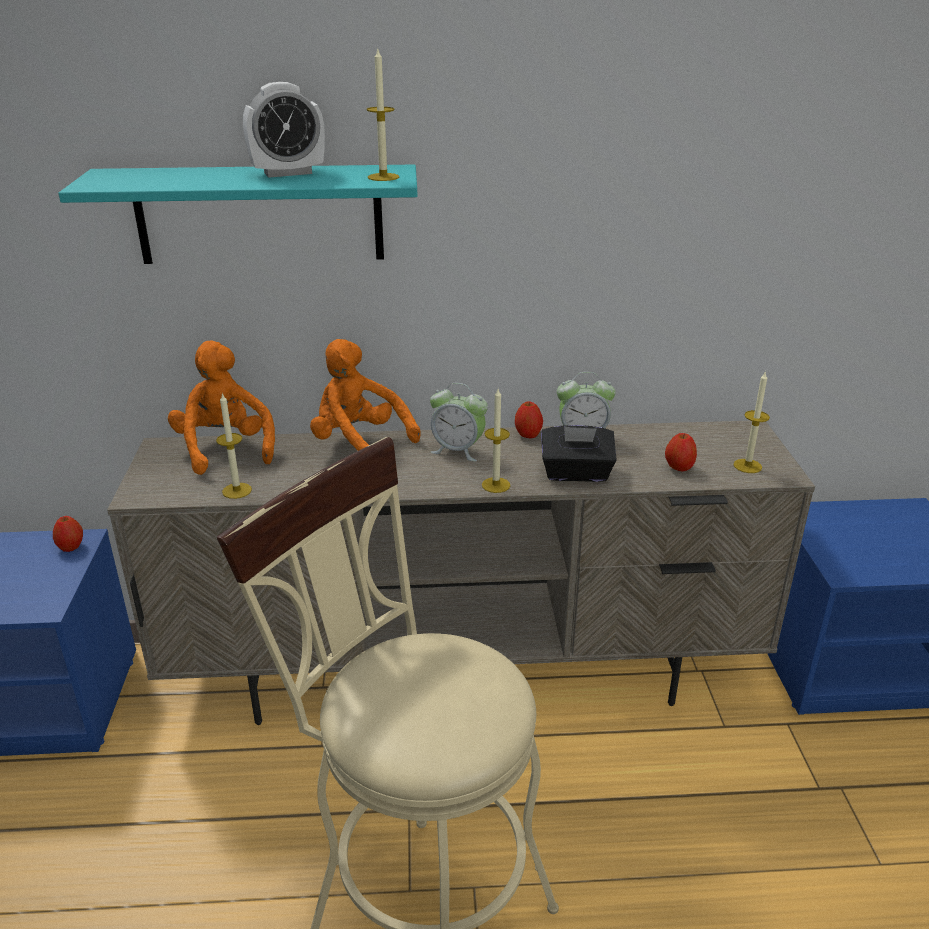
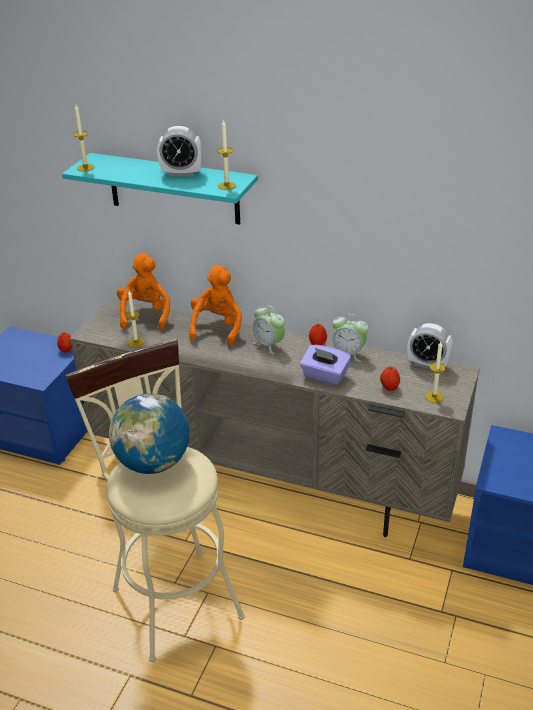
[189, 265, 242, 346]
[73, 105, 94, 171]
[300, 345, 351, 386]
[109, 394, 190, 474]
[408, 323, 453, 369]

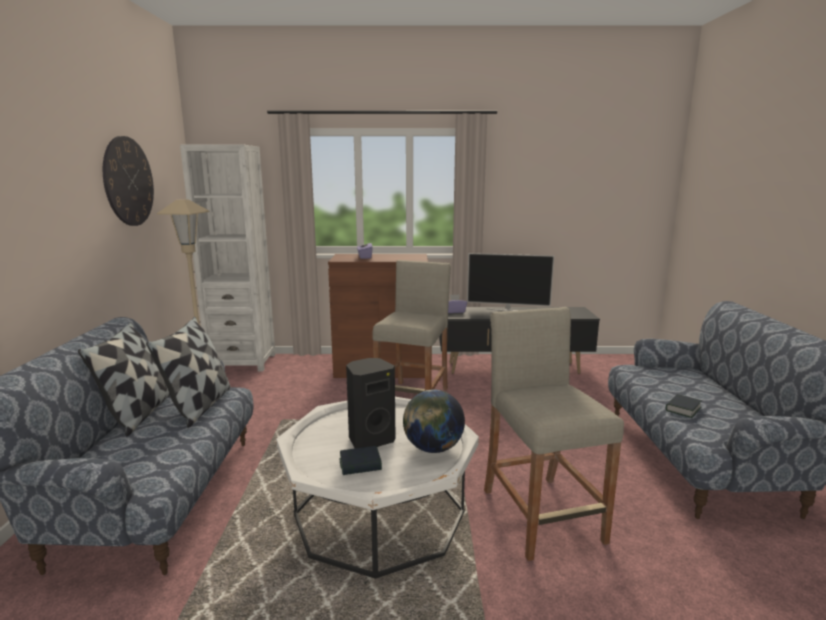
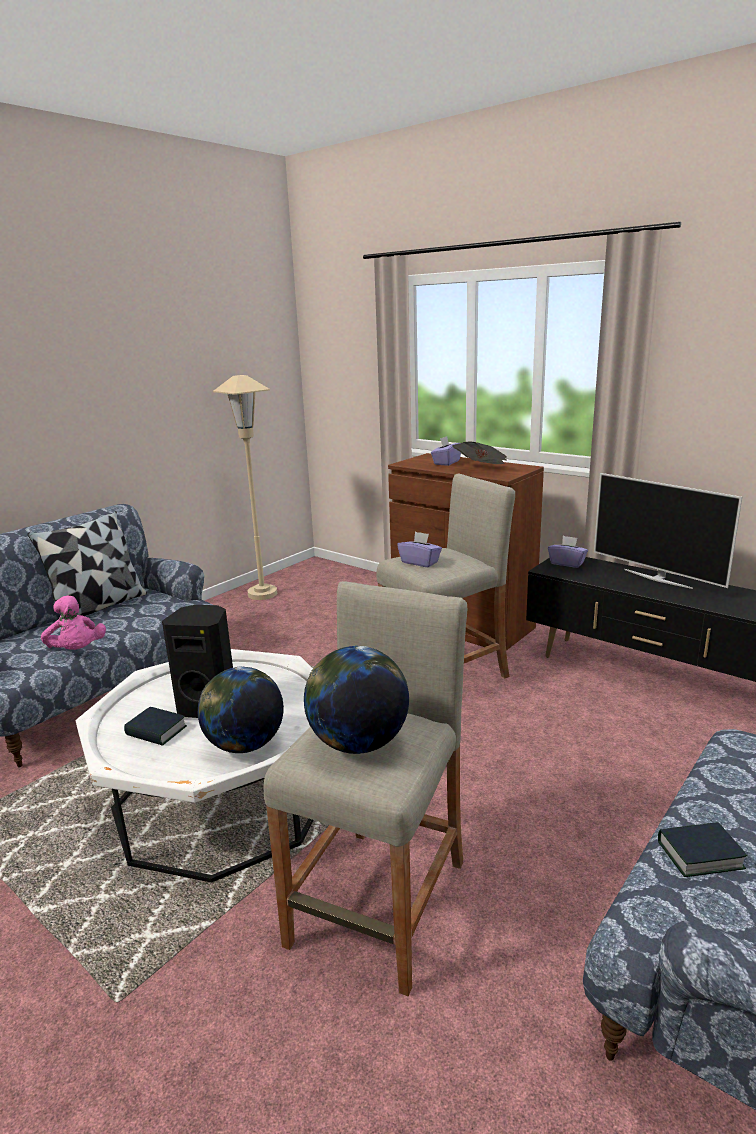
[103, 136, 154, 226] (first image)
[146, 317, 231, 428] (first image)
[180, 145, 276, 371] (first image)
[41, 596, 106, 650]
[304, 646, 409, 754]
[397, 531, 442, 567]
[452, 442, 507, 464]

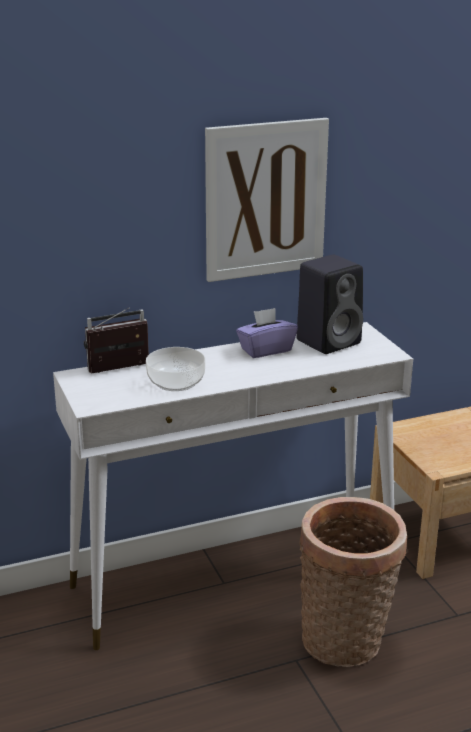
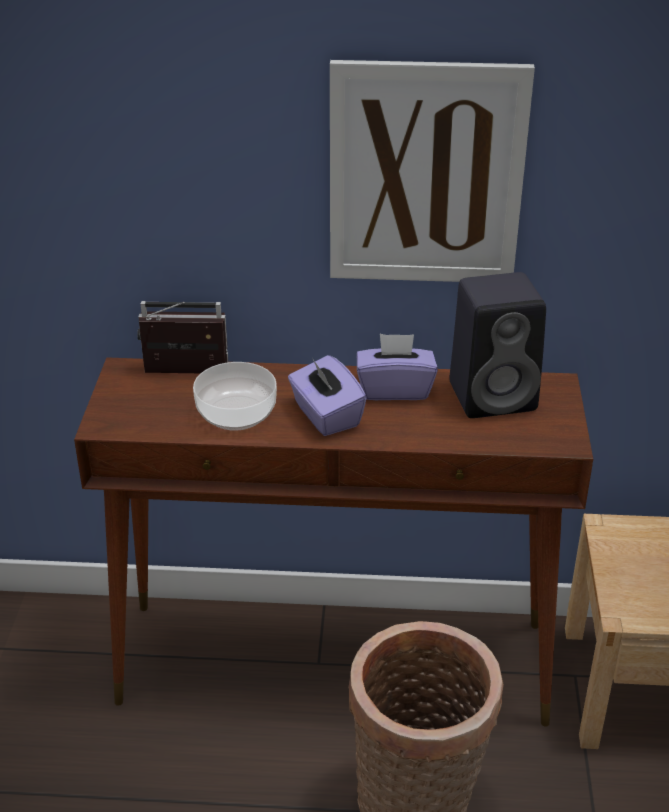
[74, 357, 593, 727]
[288, 355, 367, 436]

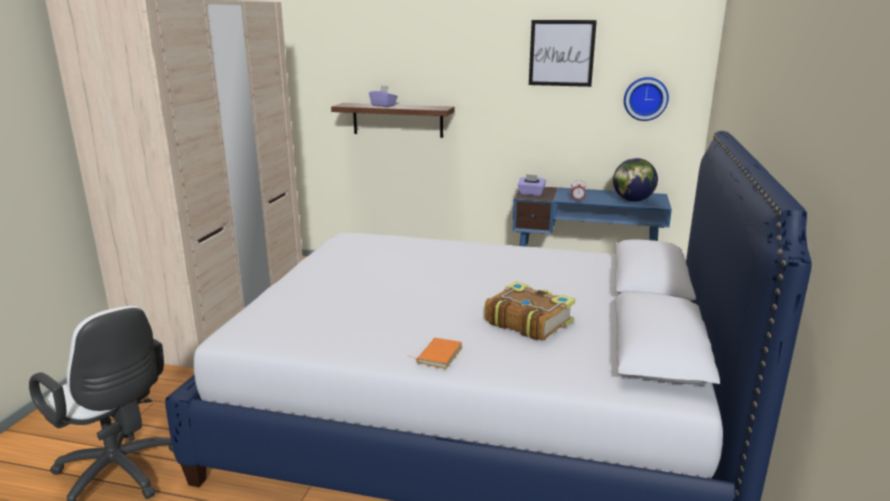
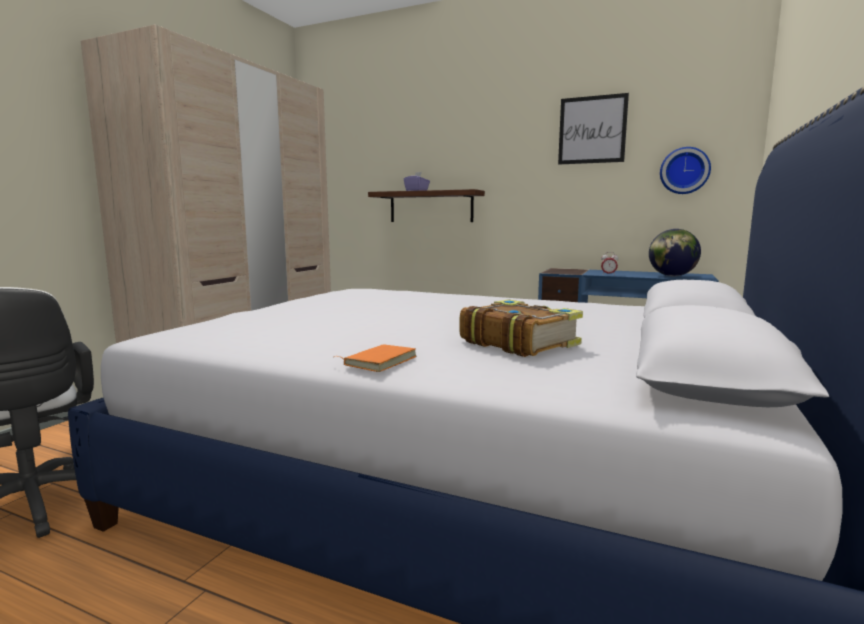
[518, 174, 546, 196] (first image)

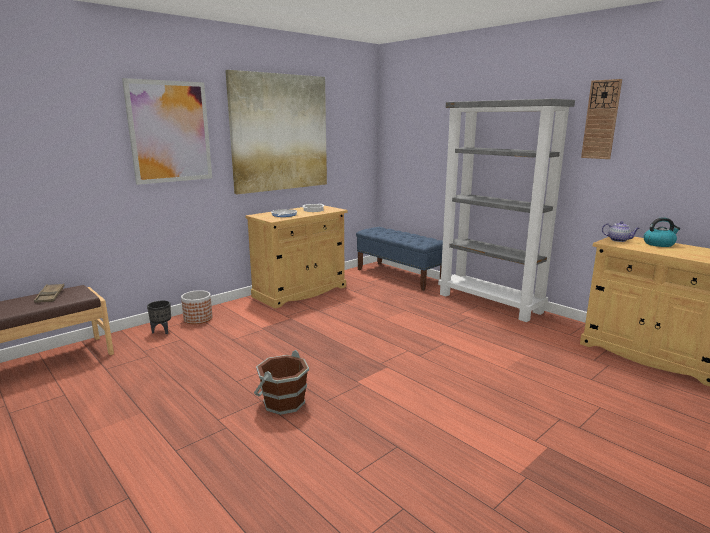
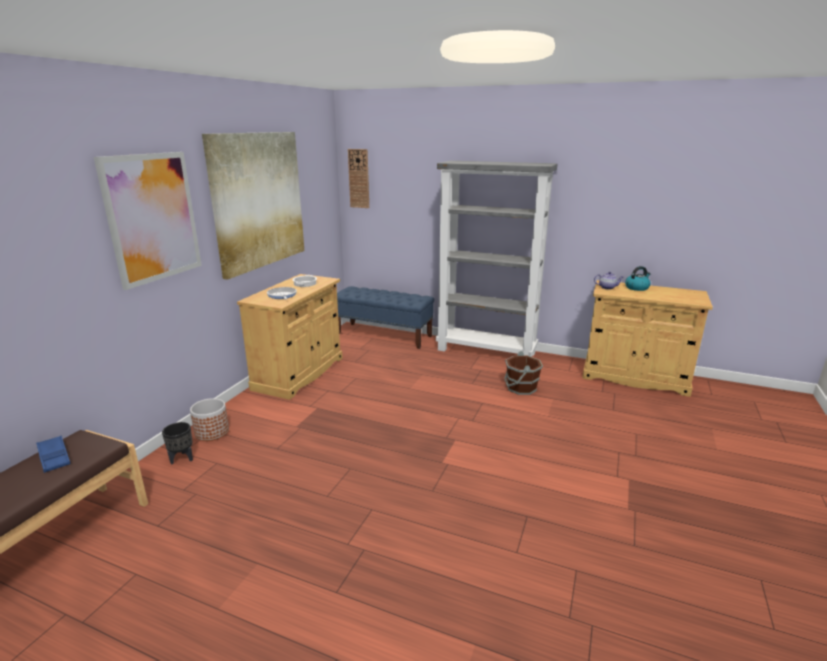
[36, 436, 70, 473]
[504, 351, 543, 395]
[348, 149, 369, 208]

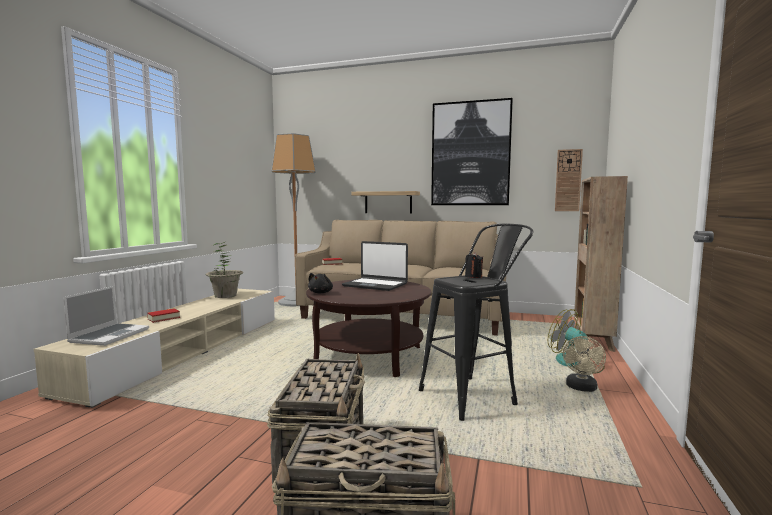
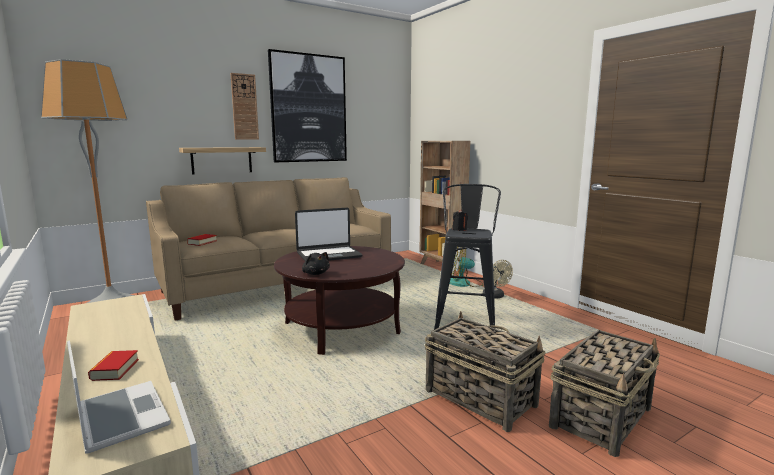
[206, 242, 243, 298] (first image)
[230, 73, 259, 140]

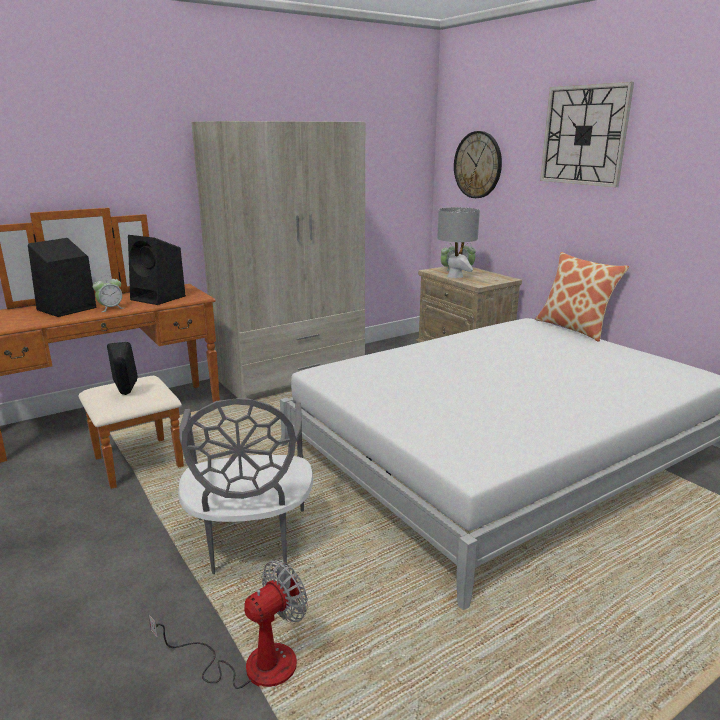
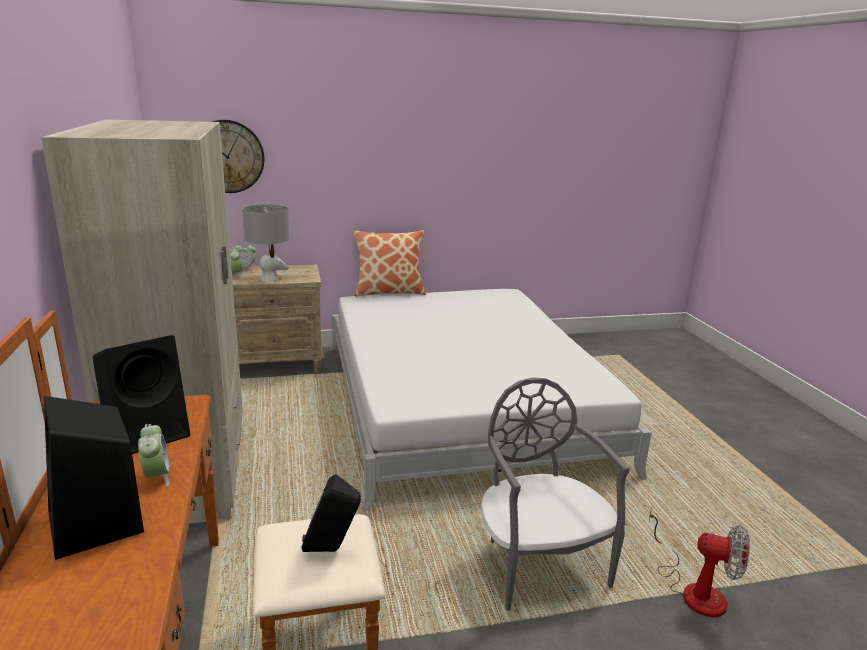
[649, 507, 750, 617]
[481, 377, 630, 611]
[540, 82, 634, 187] (first image)

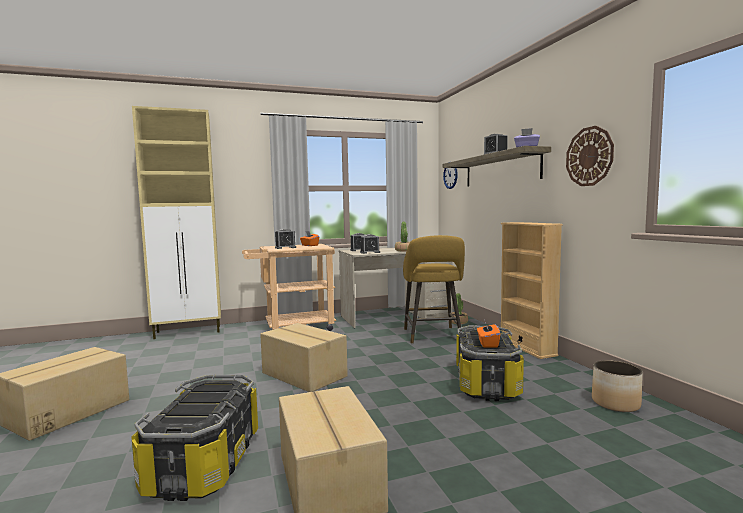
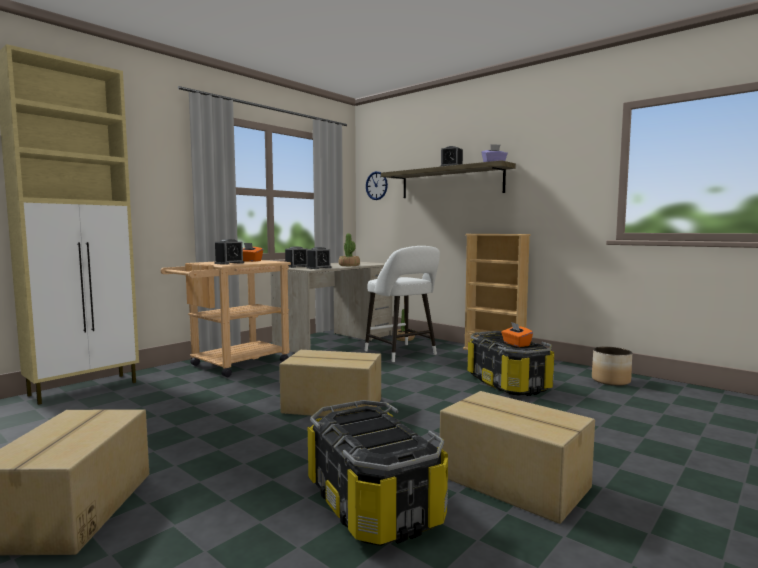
[365, 246, 440, 363]
[566, 126, 614, 186] (first image)

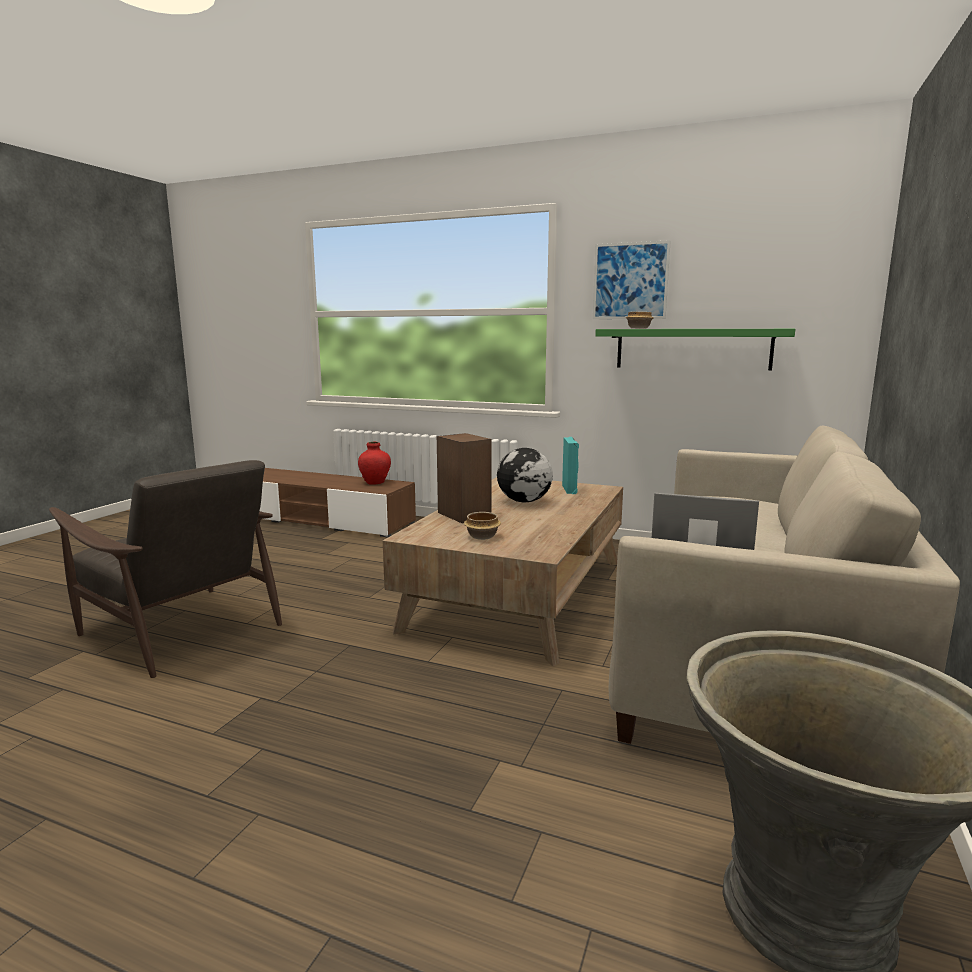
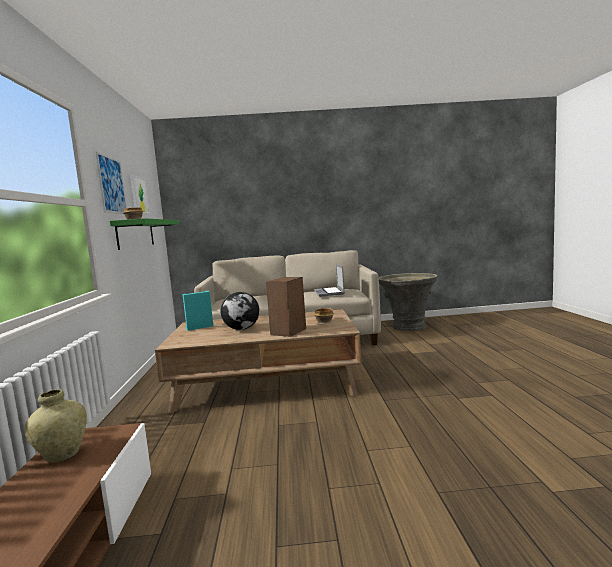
[49, 460, 282, 678] (first image)
[25, 389, 87, 463]
[130, 175, 150, 214]

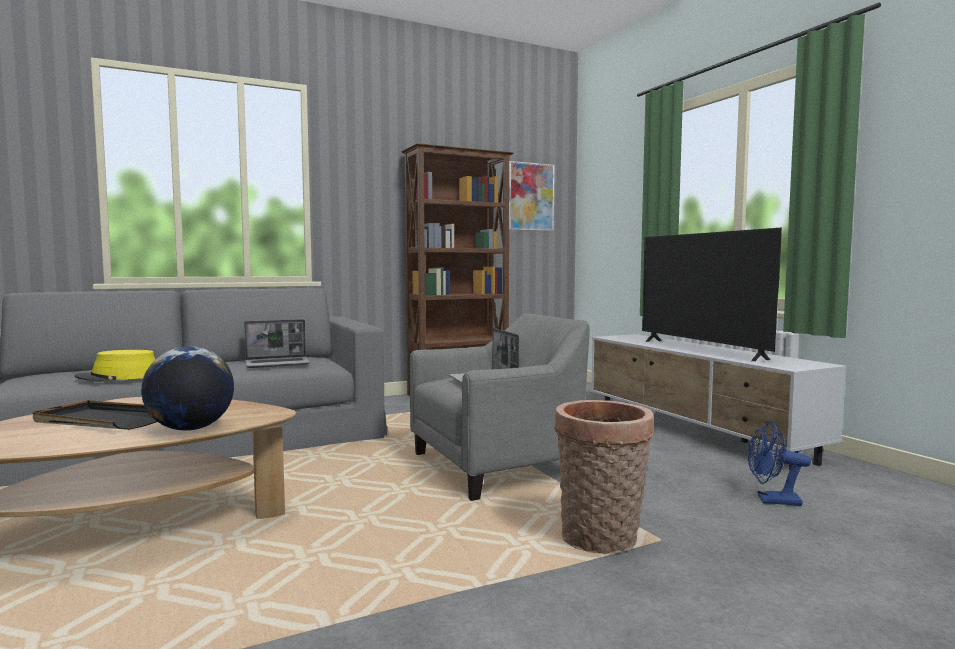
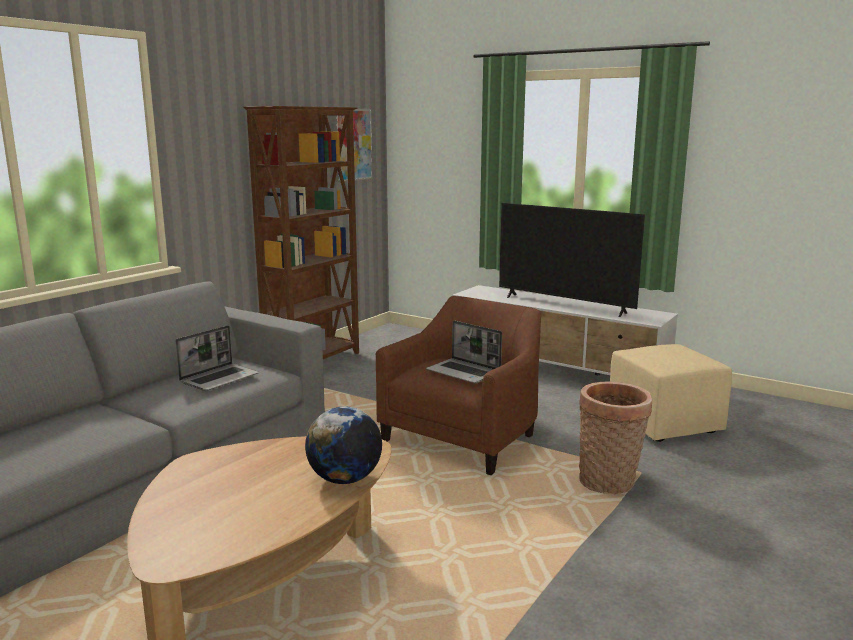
[33, 400, 157, 430] (first image)
[75, 350, 155, 382] (first image)
[375, 296, 541, 475]
[610, 344, 732, 442]

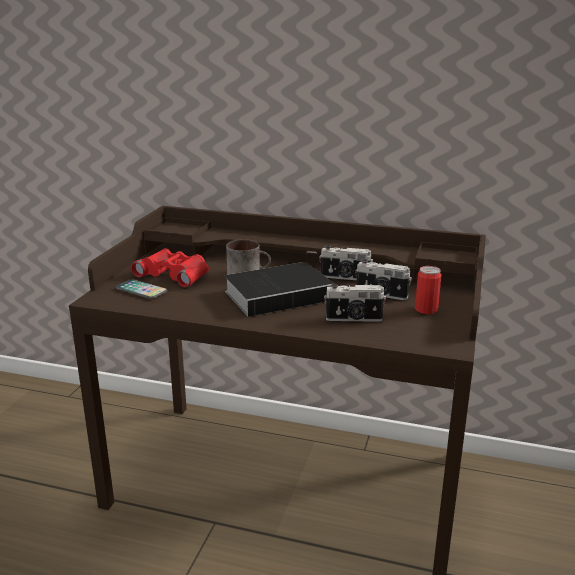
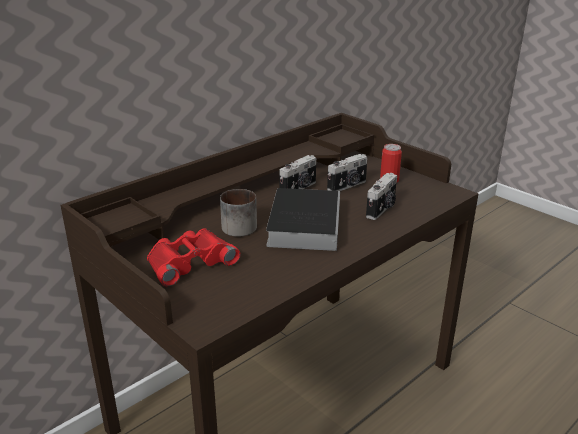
[116, 279, 168, 299] (first image)

